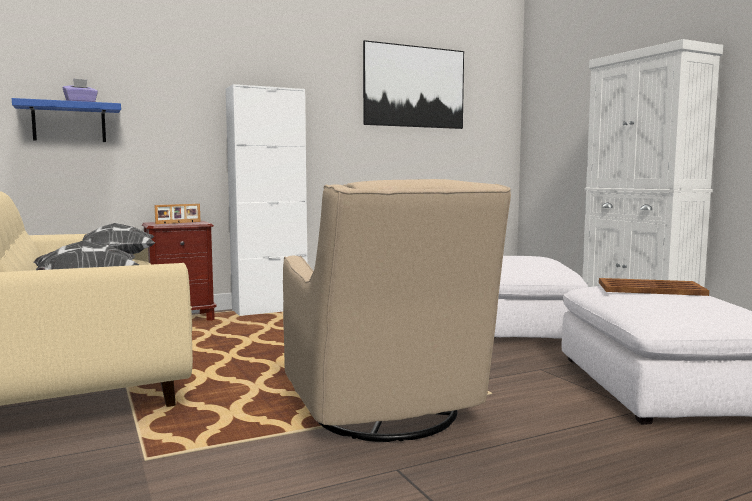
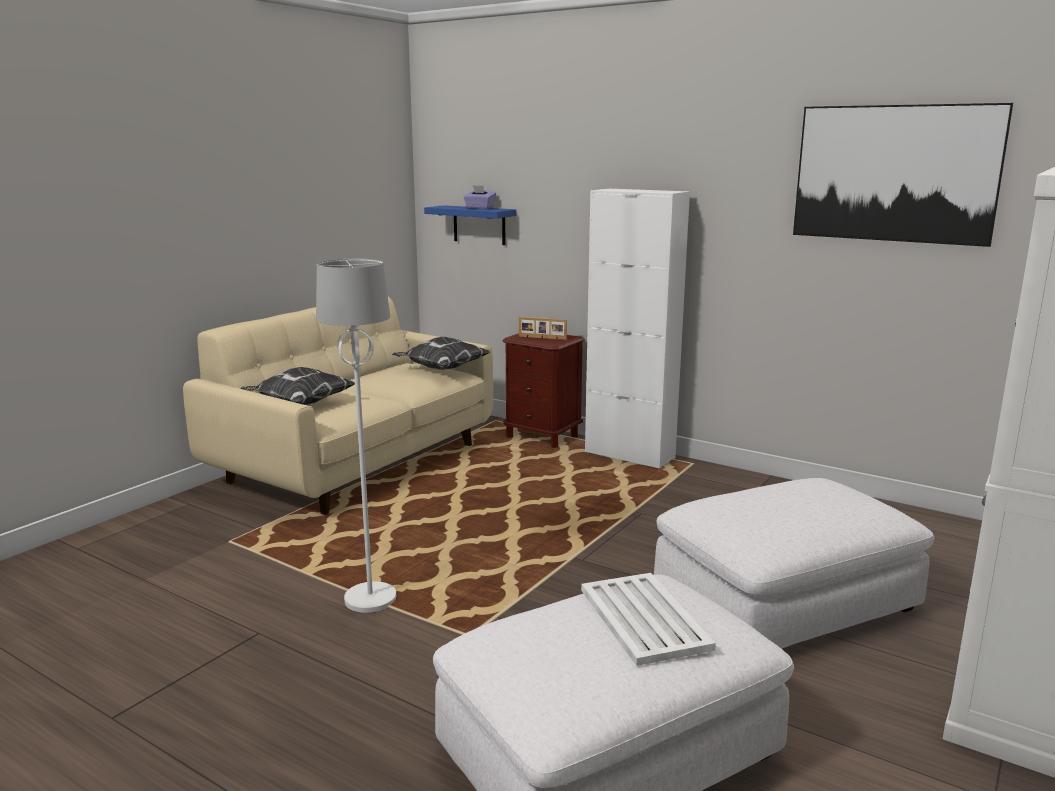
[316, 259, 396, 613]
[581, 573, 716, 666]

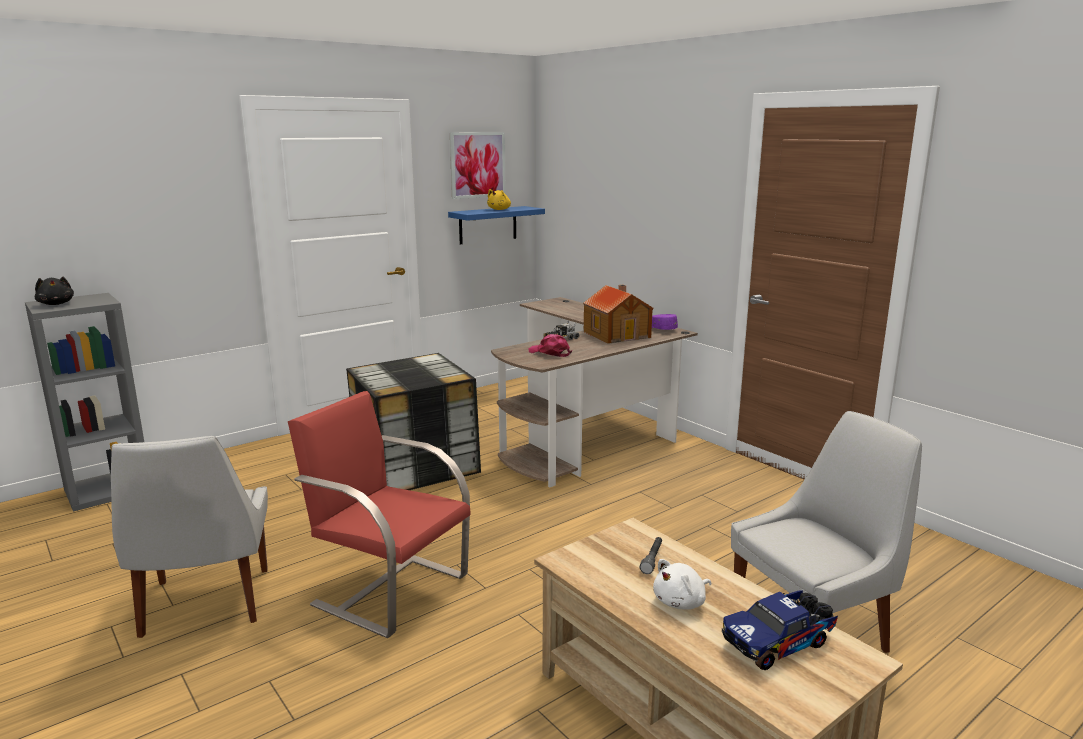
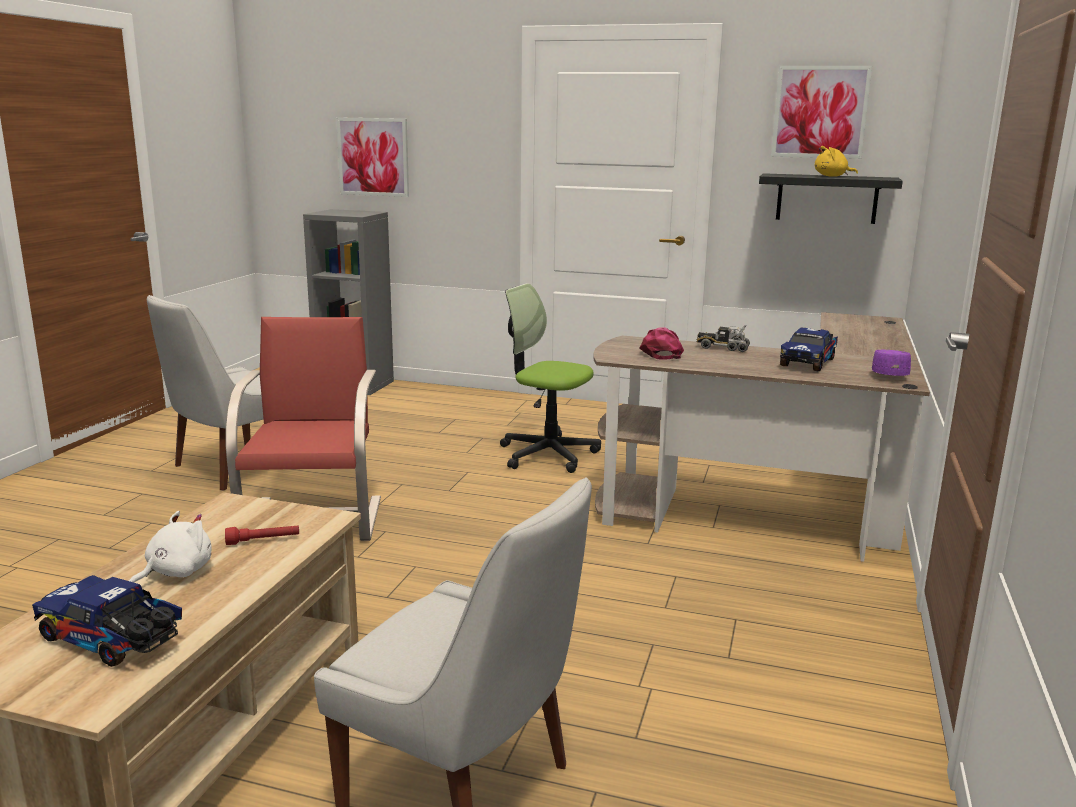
[35, 277, 74, 305] (first image)
[500, 283, 601, 473]
[759, 173, 903, 224]
[780, 328, 838, 371]
[225, 526, 299, 545]
[129, 511, 212, 582]
[336, 117, 409, 197]

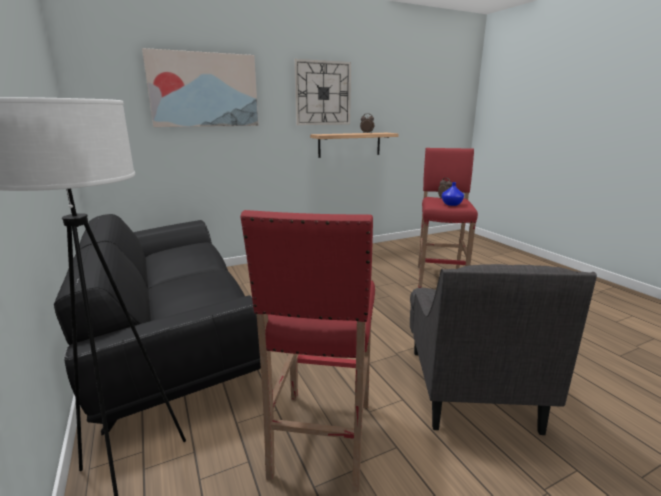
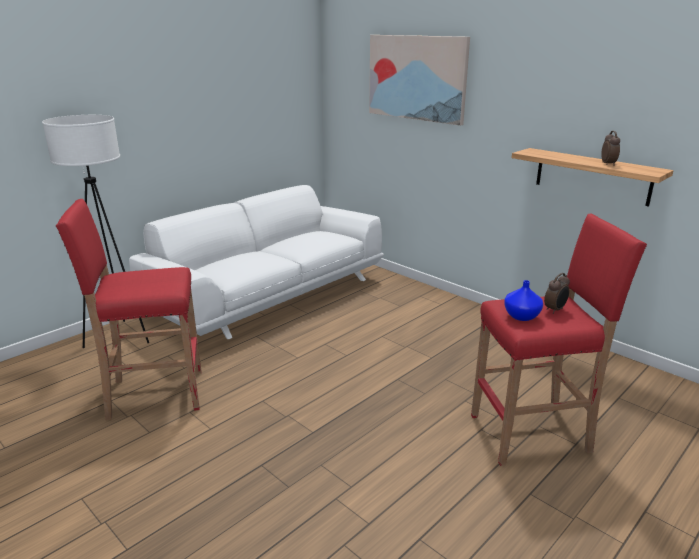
[129, 185, 384, 339]
[294, 59, 351, 125] (first image)
[410, 264, 597, 435] (first image)

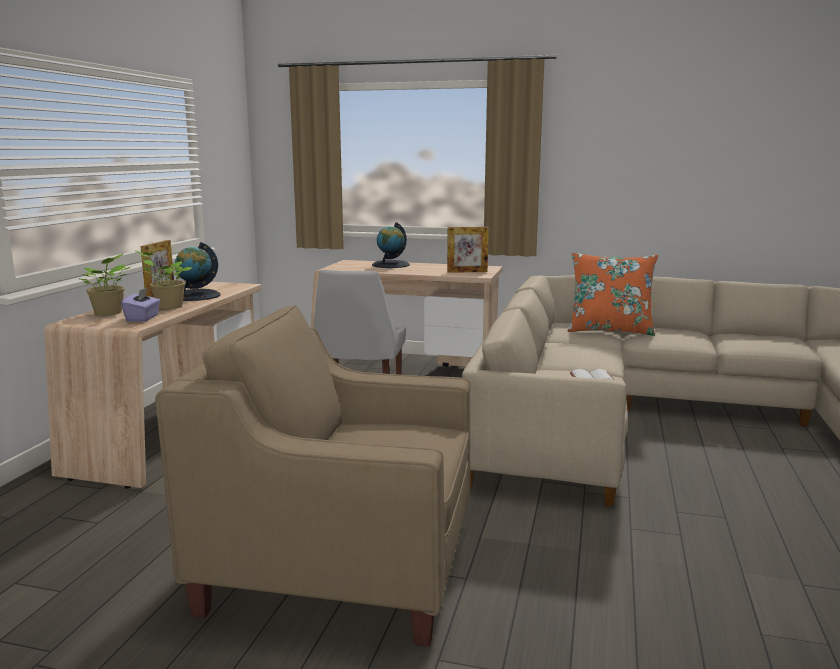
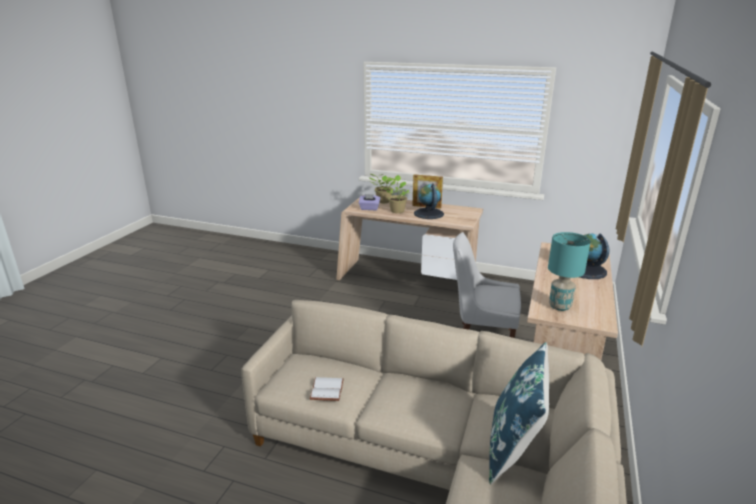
[155, 305, 470, 646] (first image)
[548, 232, 591, 311]
[489, 342, 549, 484]

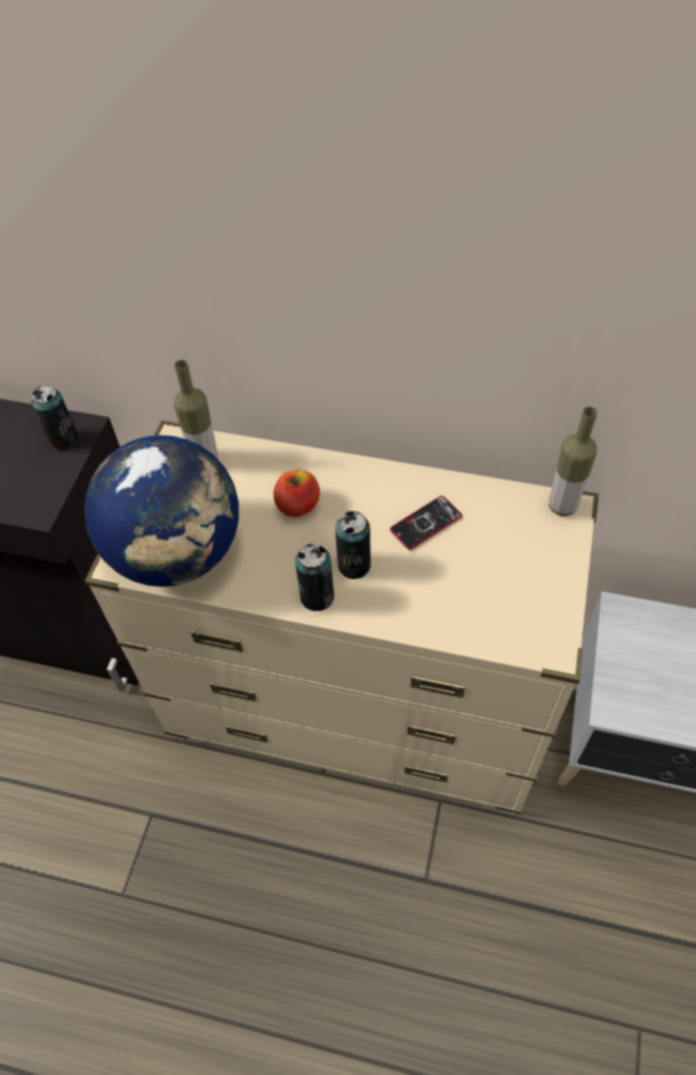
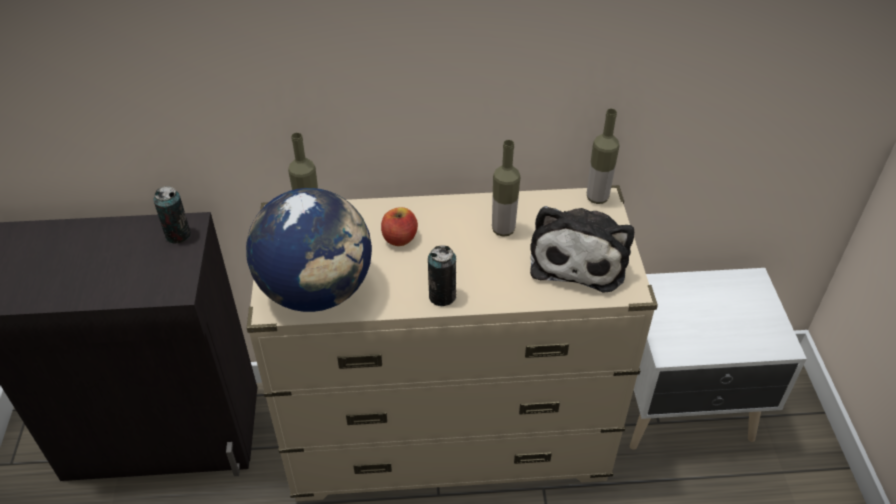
[335, 511, 371, 579] (first image)
[492, 140, 520, 237]
[530, 206, 634, 293]

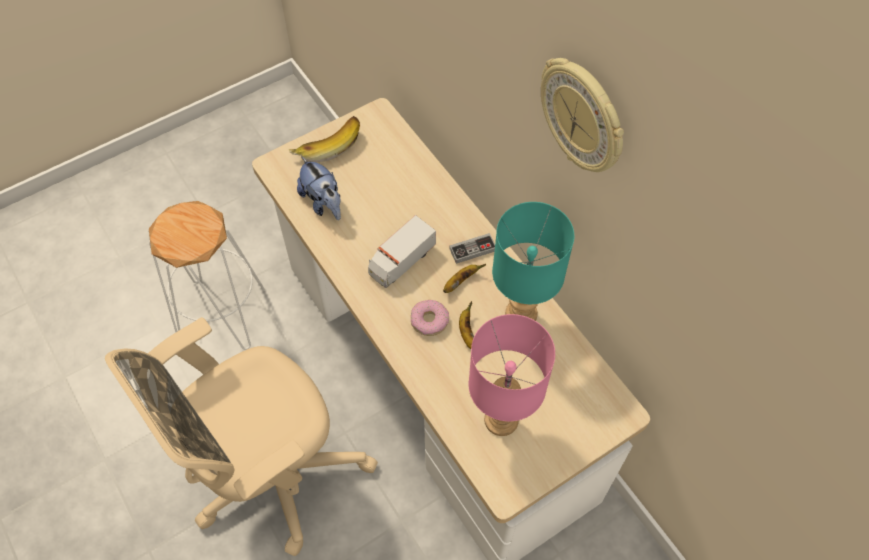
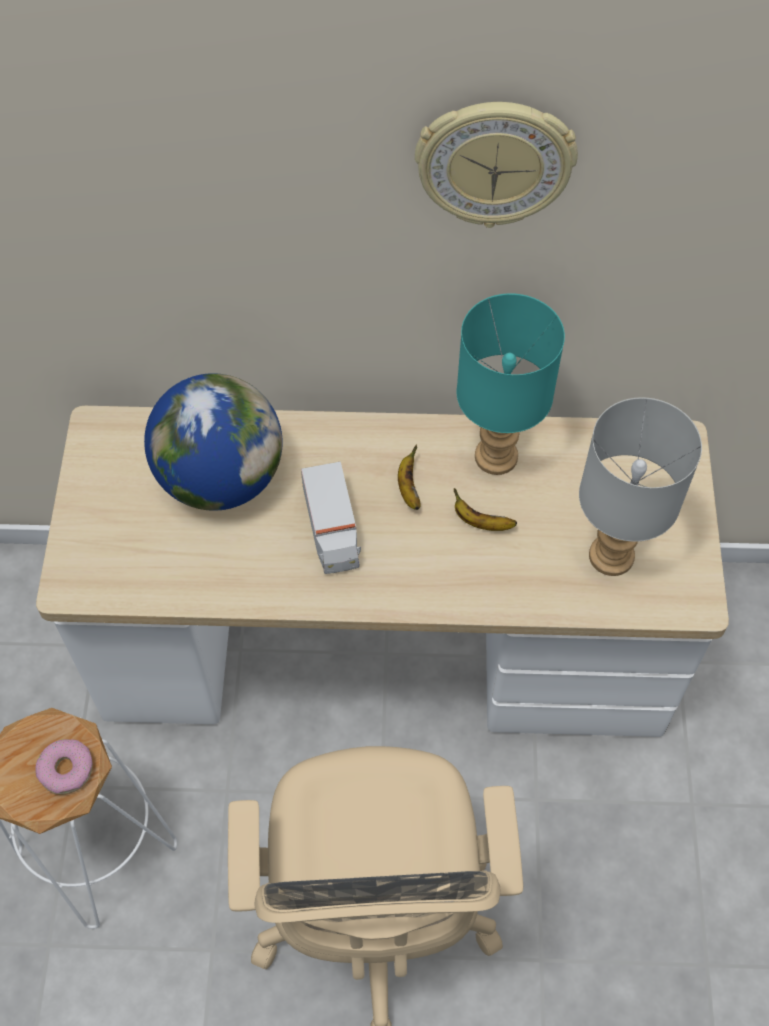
[289, 116, 360, 162] (first image)
[297, 157, 341, 220] (first image)
[35, 739, 93, 795]
[449, 233, 495, 264] (first image)
[579, 397, 702, 576]
[144, 373, 282, 511]

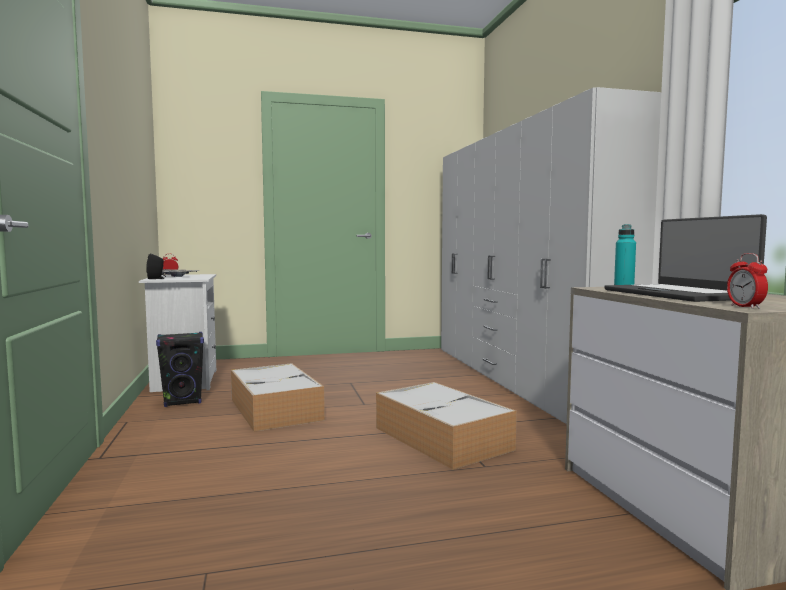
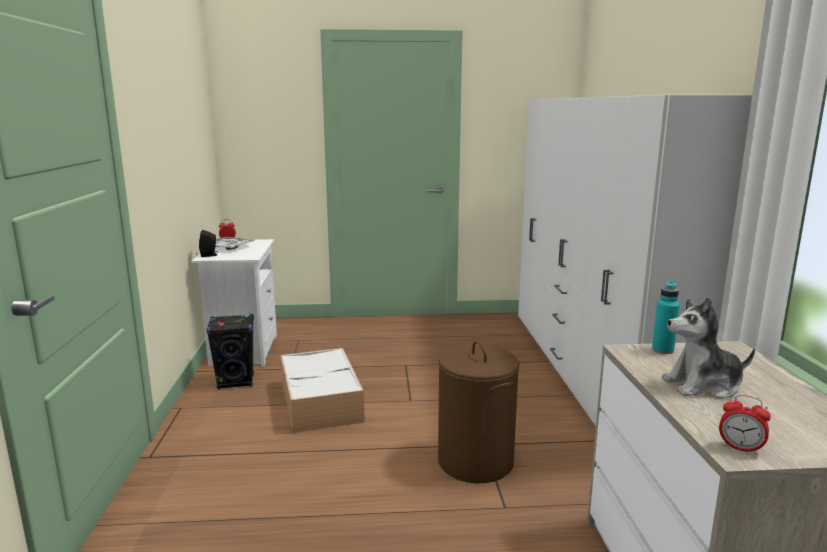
[438, 341, 519, 483]
[662, 297, 755, 399]
[719, 394, 771, 454]

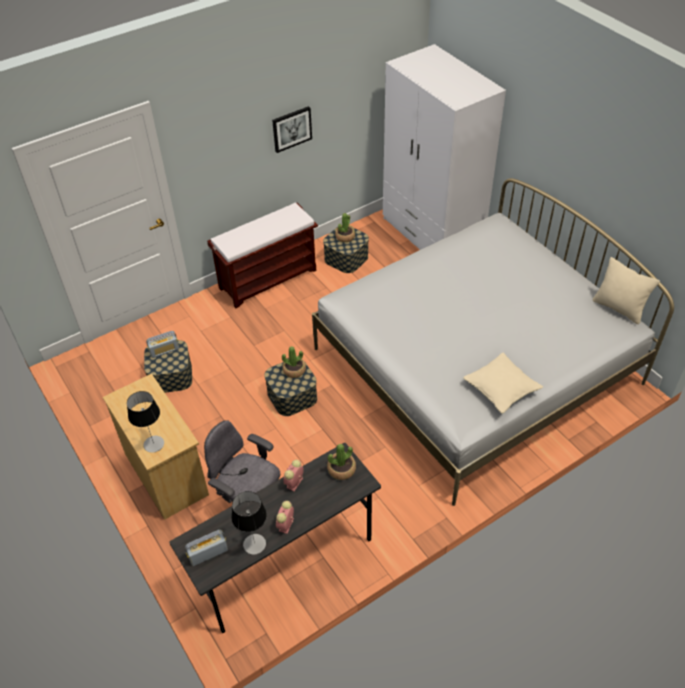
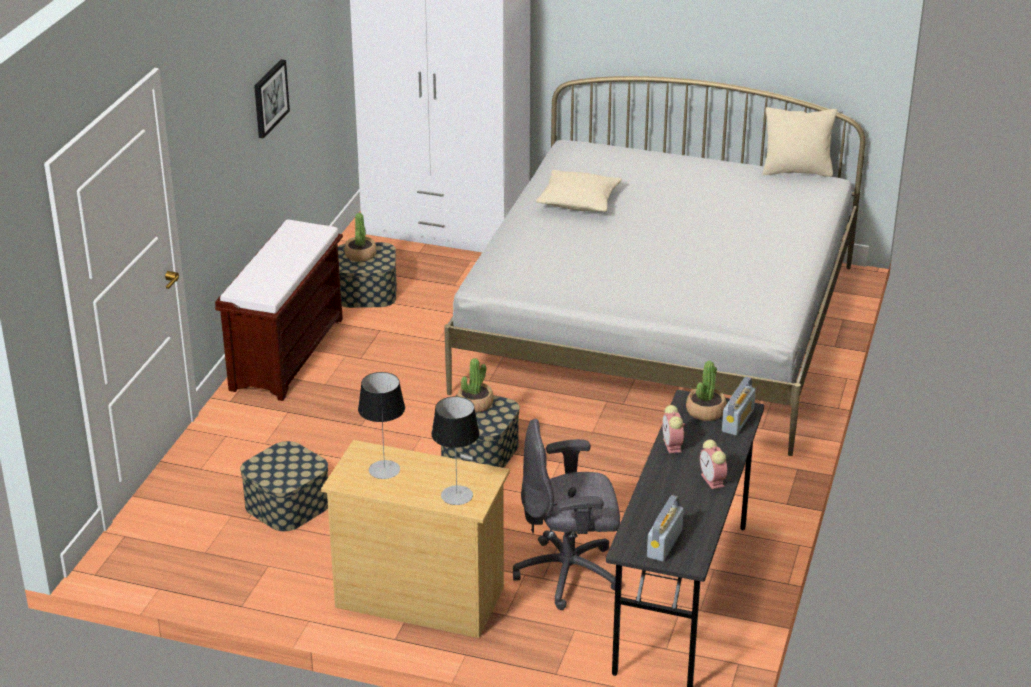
[722, 377, 756, 435]
[358, 372, 405, 479]
[536, 170, 622, 212]

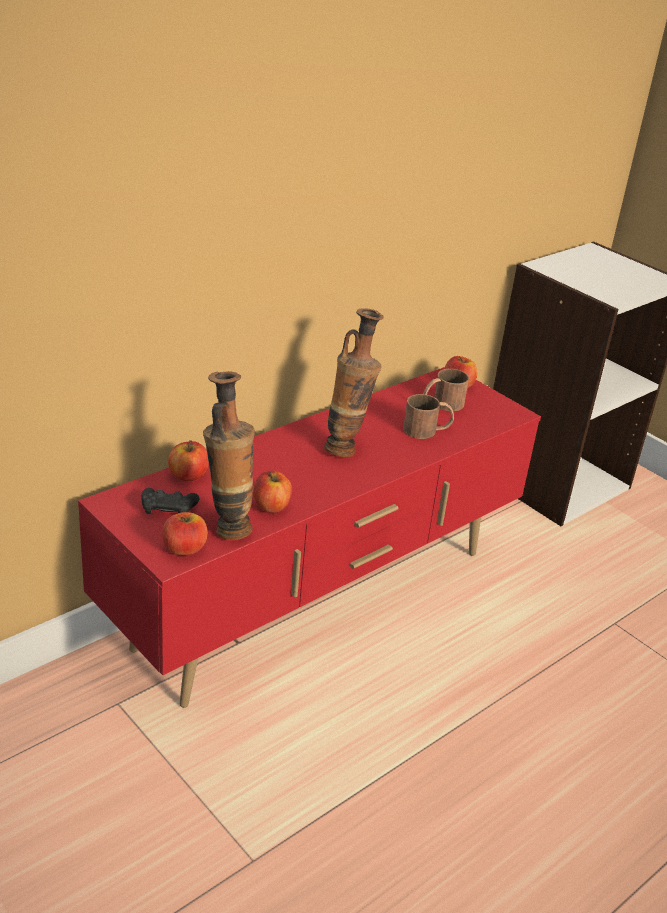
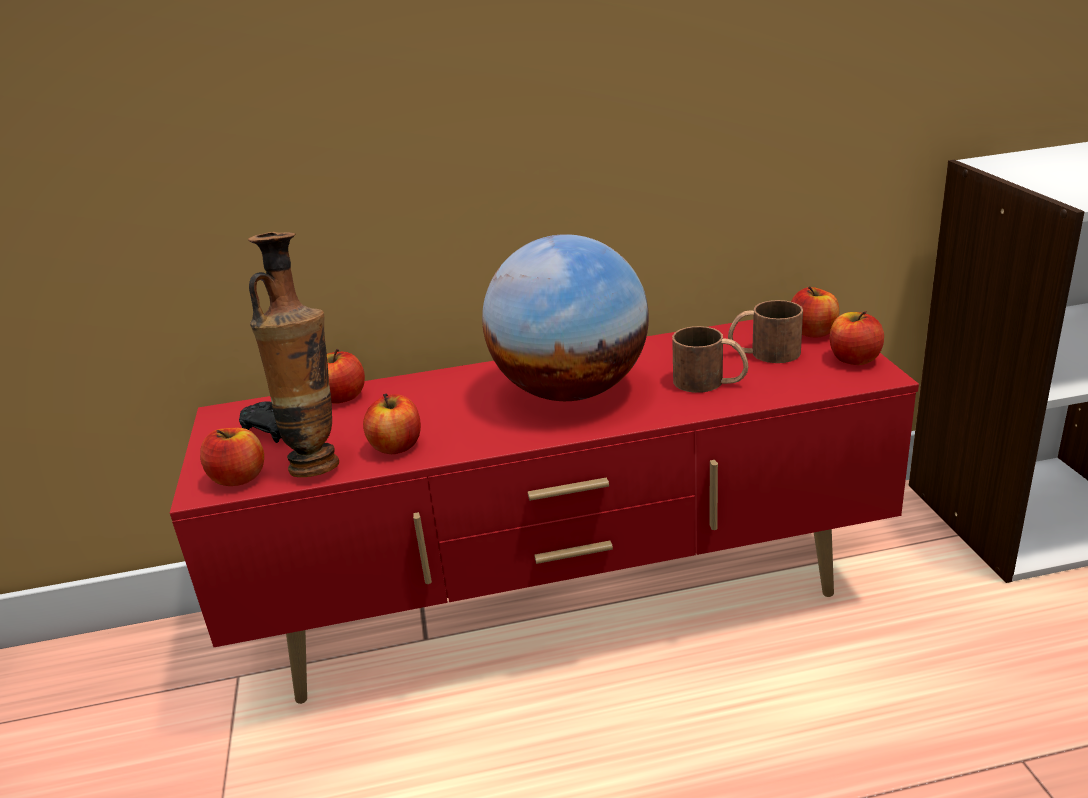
[482, 234, 649, 401]
[830, 311, 884, 365]

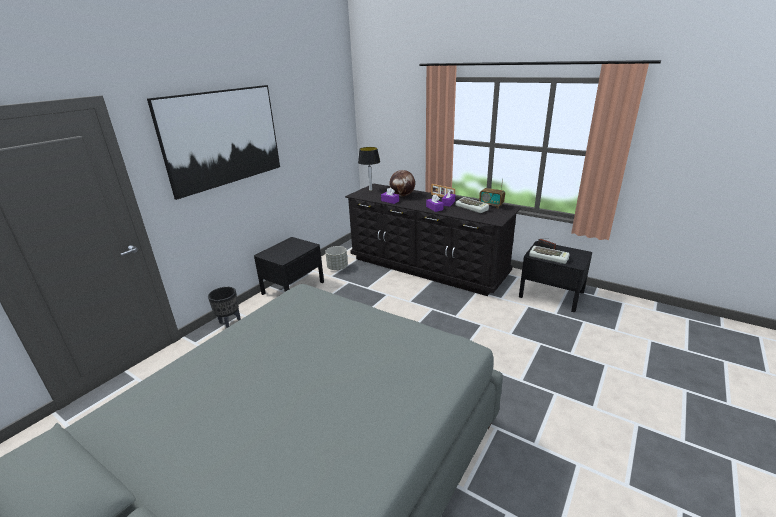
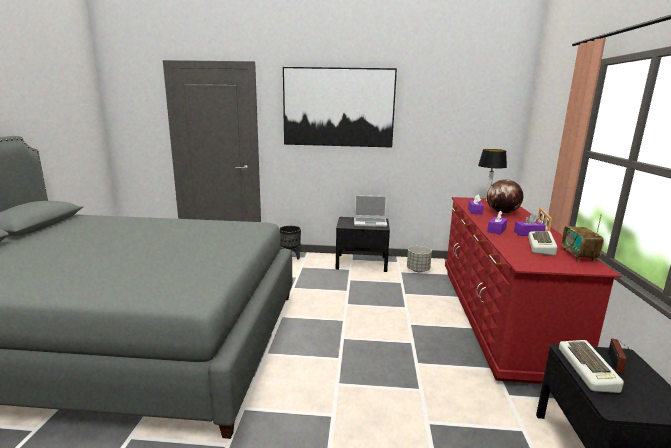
[445, 197, 621, 384]
[354, 195, 387, 227]

